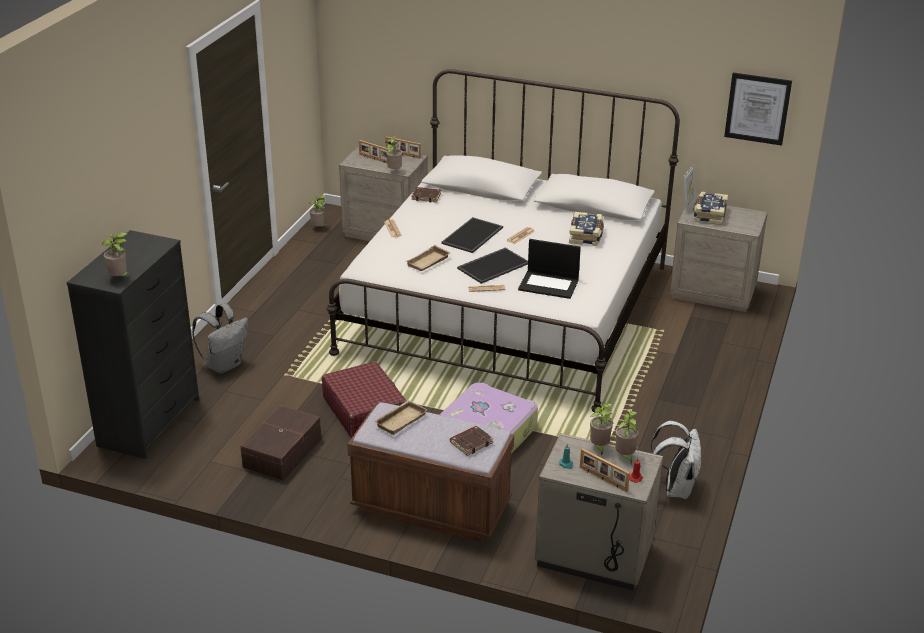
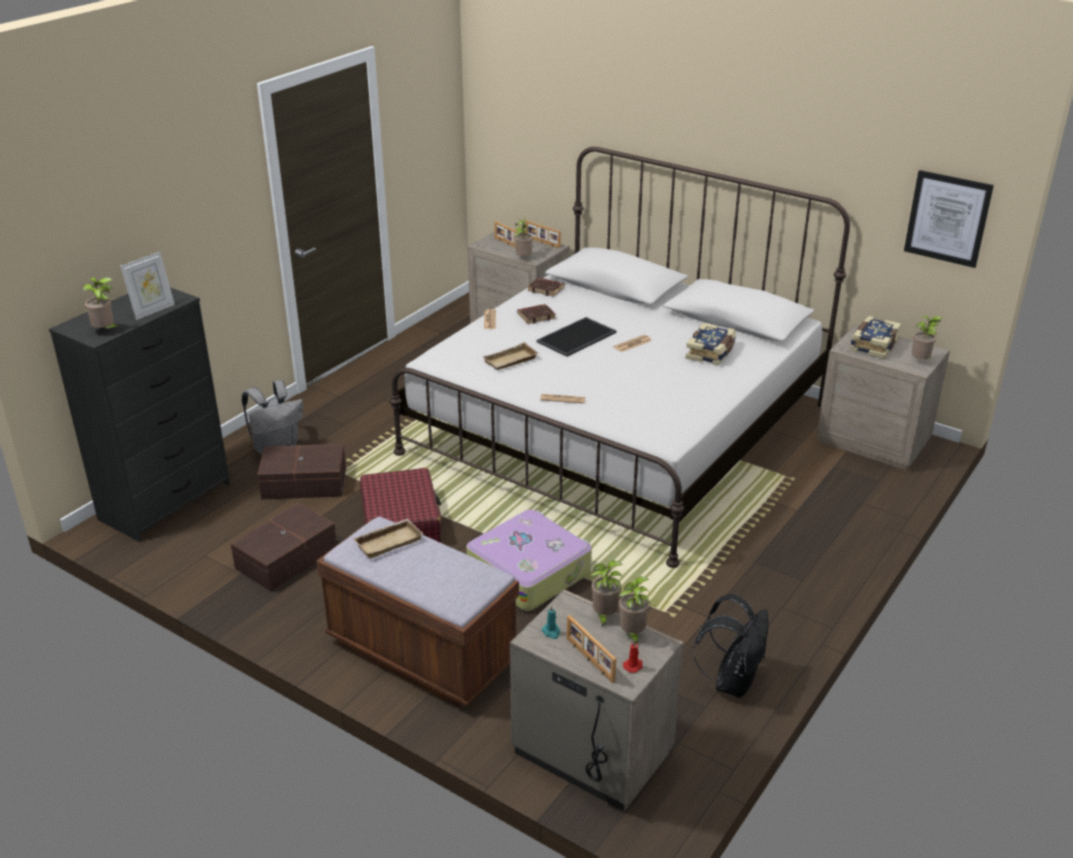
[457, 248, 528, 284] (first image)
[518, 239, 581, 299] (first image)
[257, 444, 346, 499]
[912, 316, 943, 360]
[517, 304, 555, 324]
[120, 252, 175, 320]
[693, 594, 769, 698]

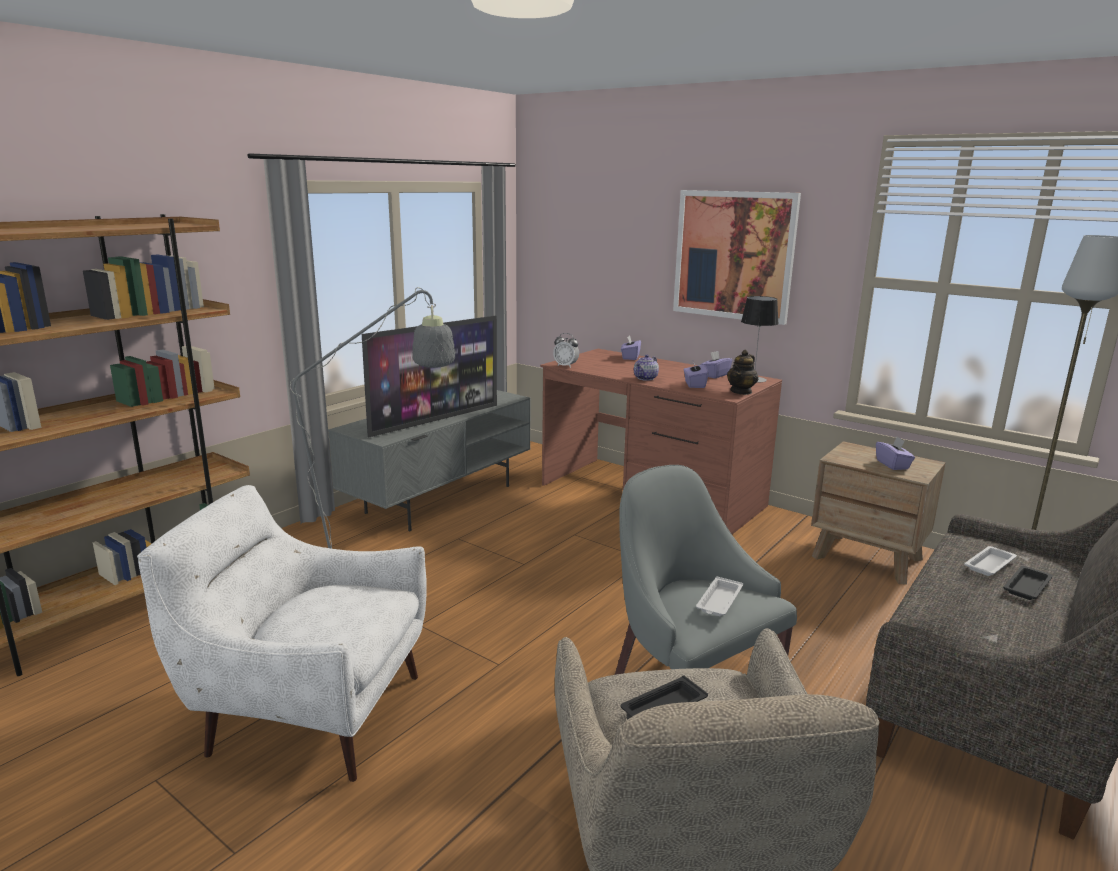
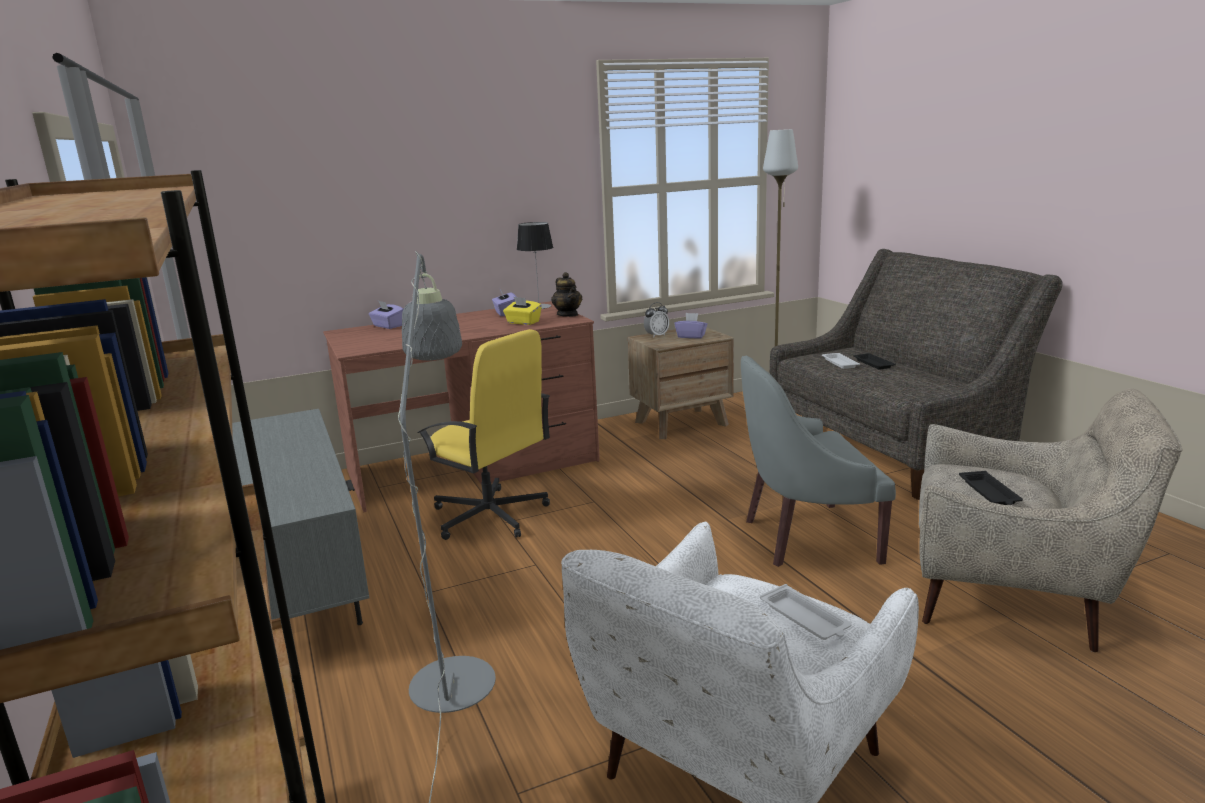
[362, 315, 497, 438] (first image)
[634, 355, 659, 381] (first image)
[673, 190, 801, 325] (first image)
[417, 329, 550, 540]
[644, 302, 669, 338]
[760, 584, 851, 640]
[503, 297, 542, 325]

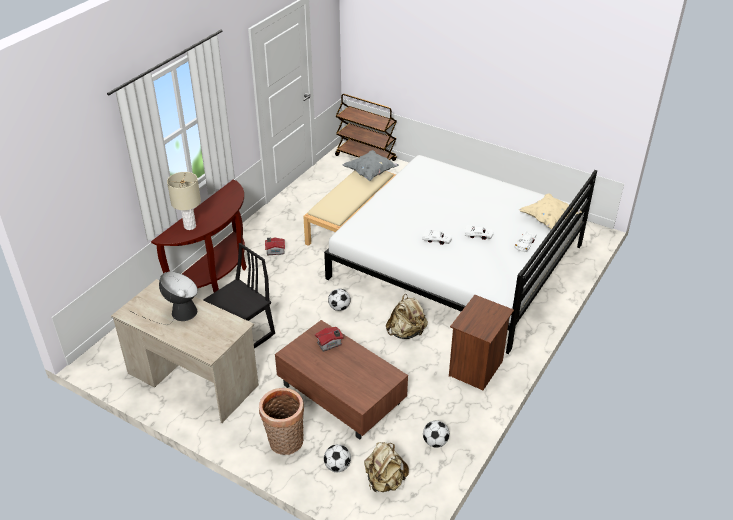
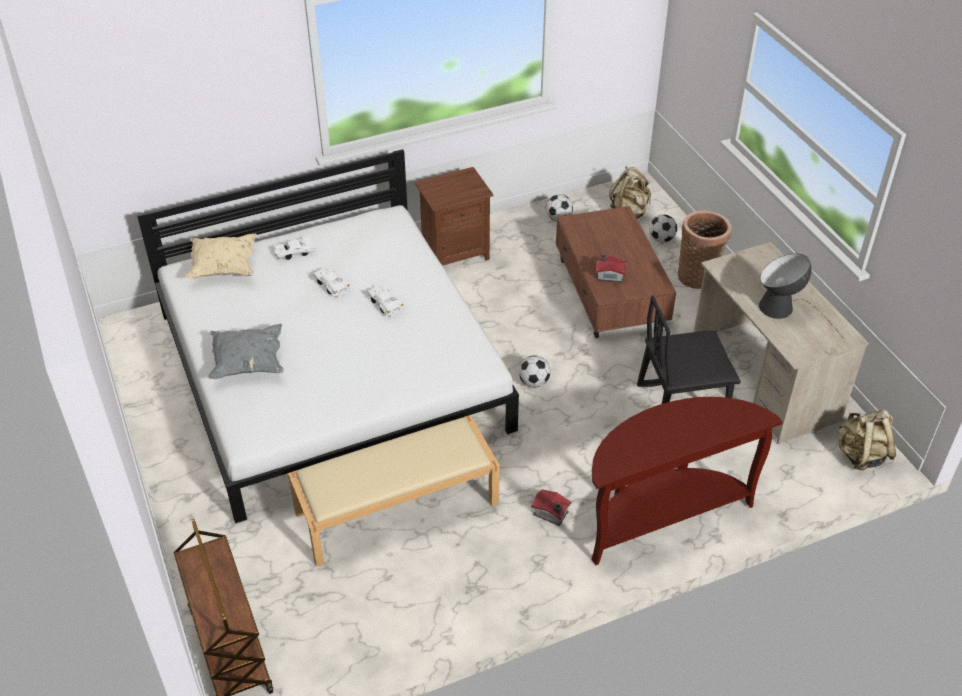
[167, 172, 201, 230] (first image)
[208, 324, 284, 379]
[838, 409, 896, 470]

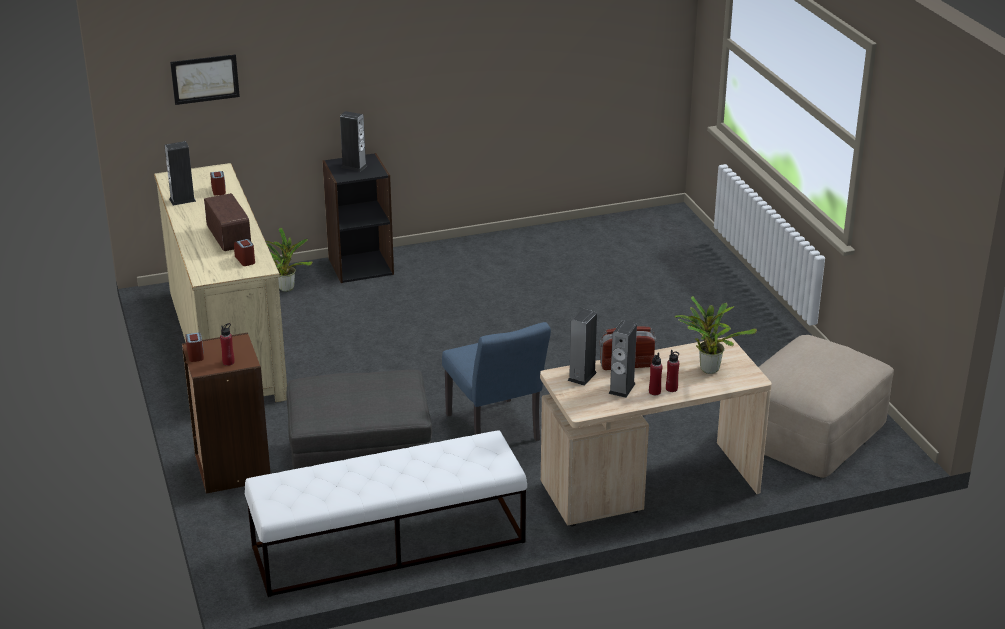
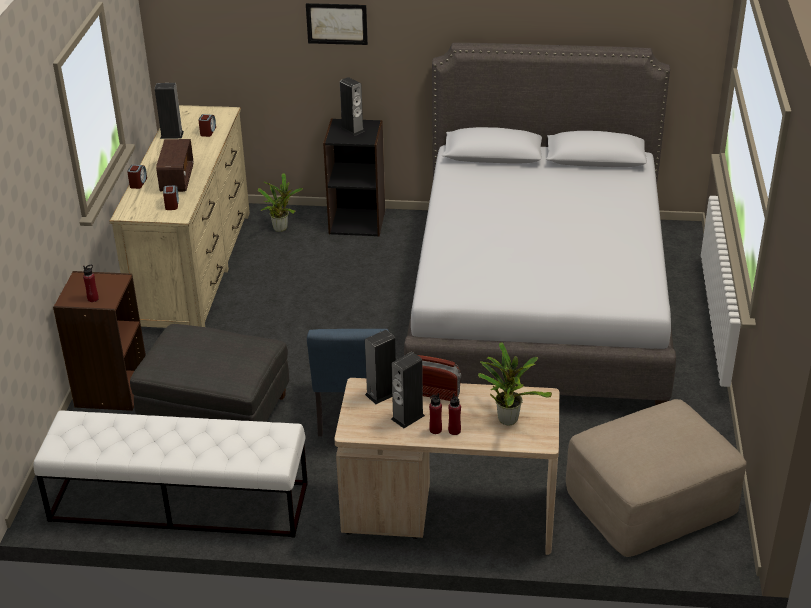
[404, 43, 676, 405]
[306, 3, 368, 45]
[127, 165, 147, 189]

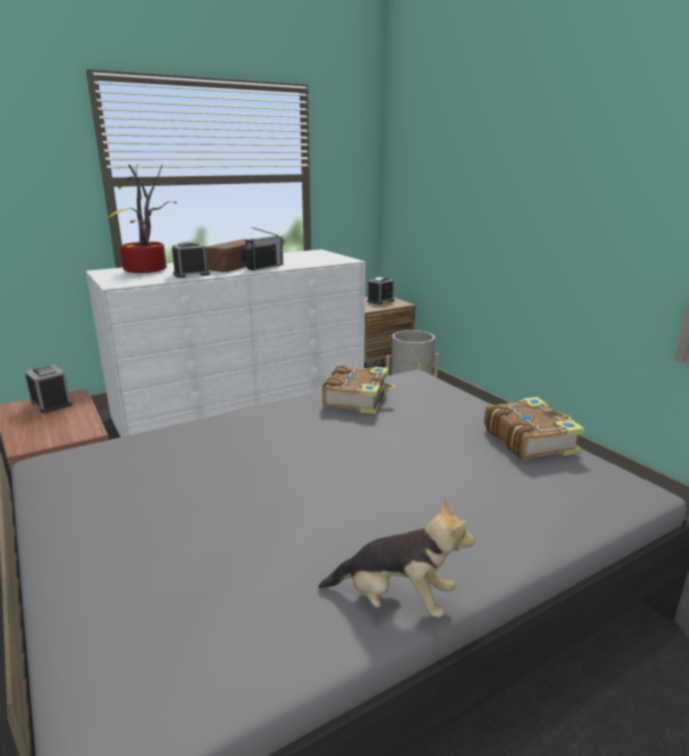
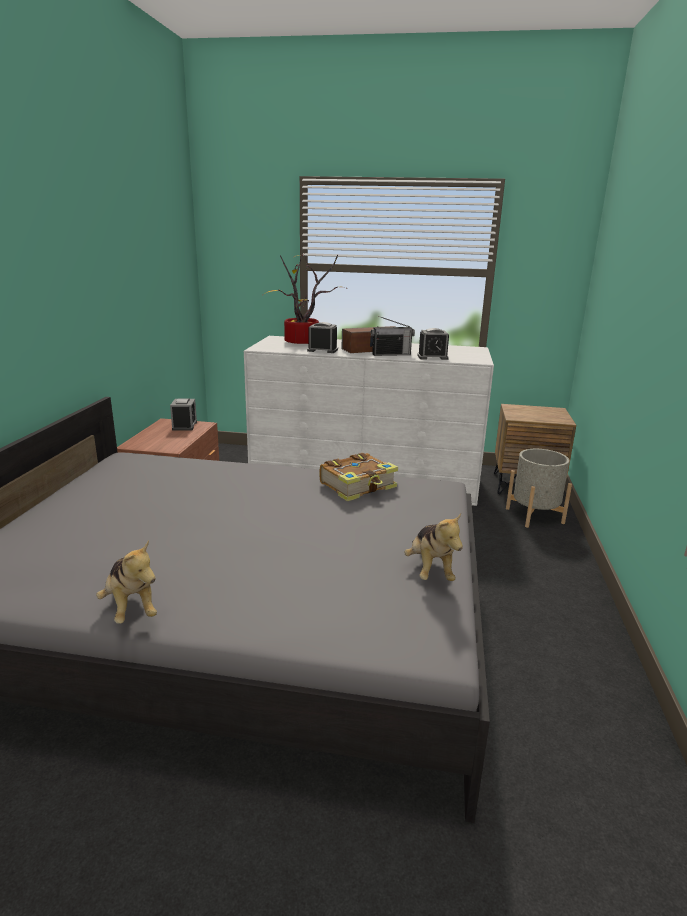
[417, 328, 449, 360]
[404, 513, 463, 581]

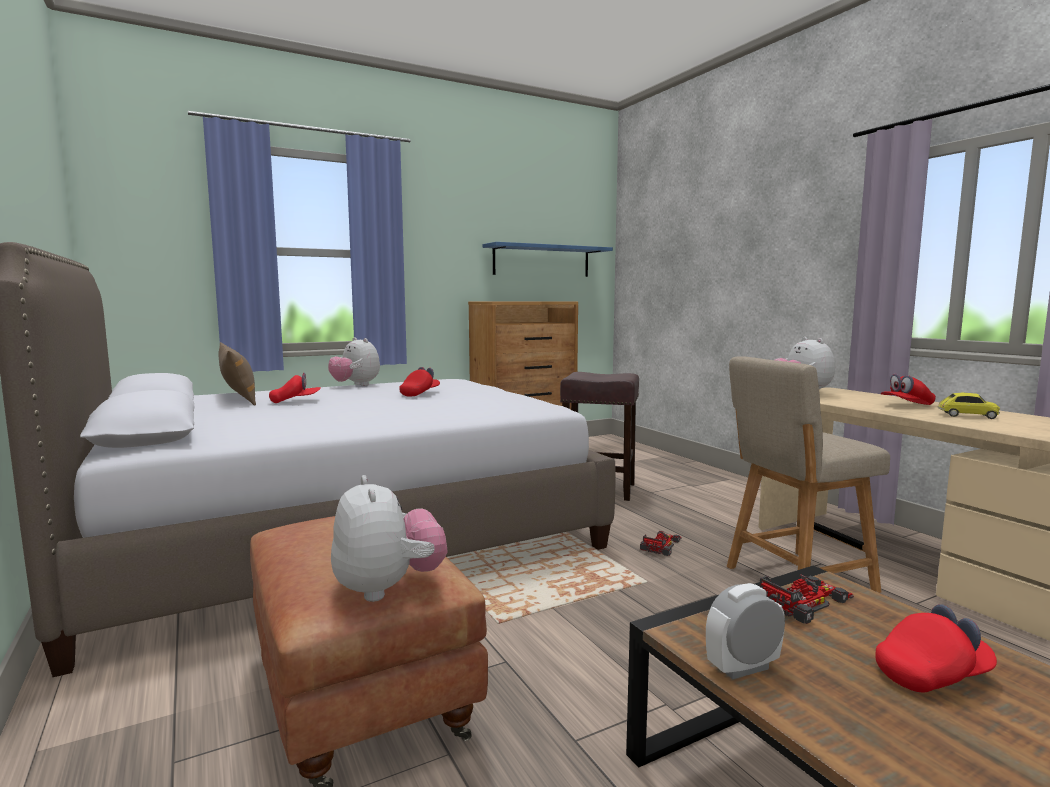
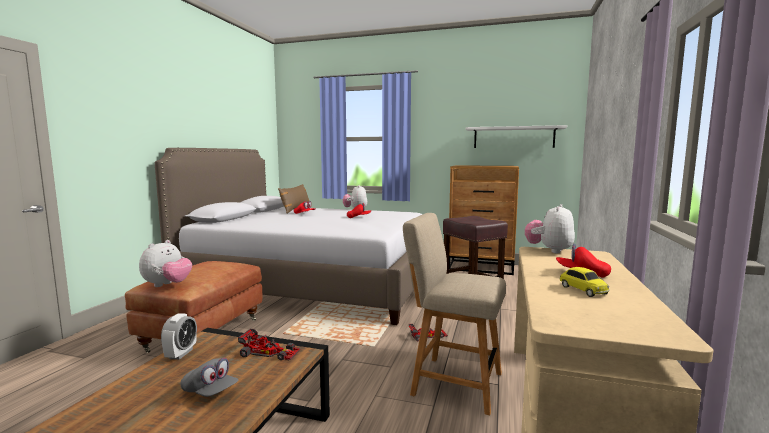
[466, 125, 567, 148]
[181, 358, 238, 397]
[161, 313, 197, 360]

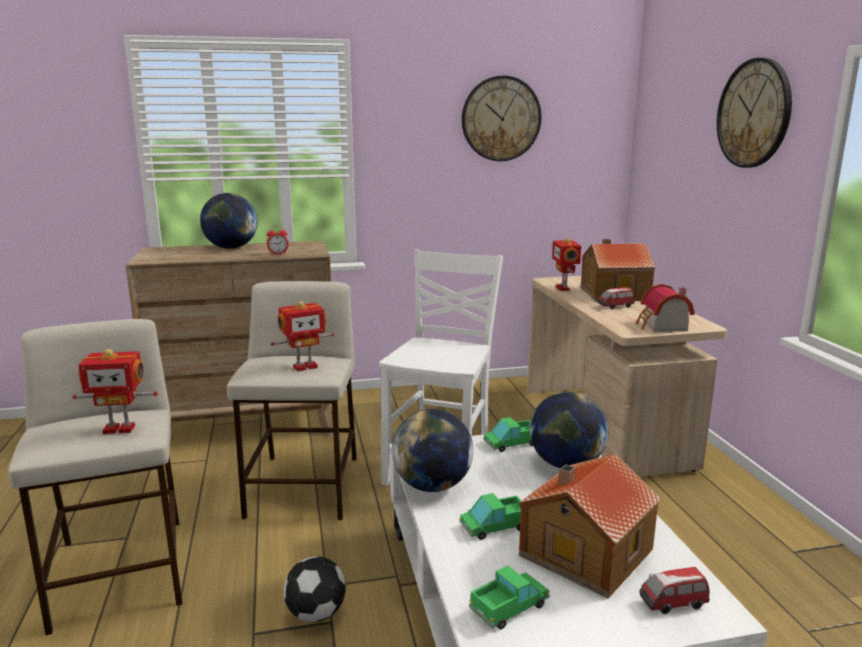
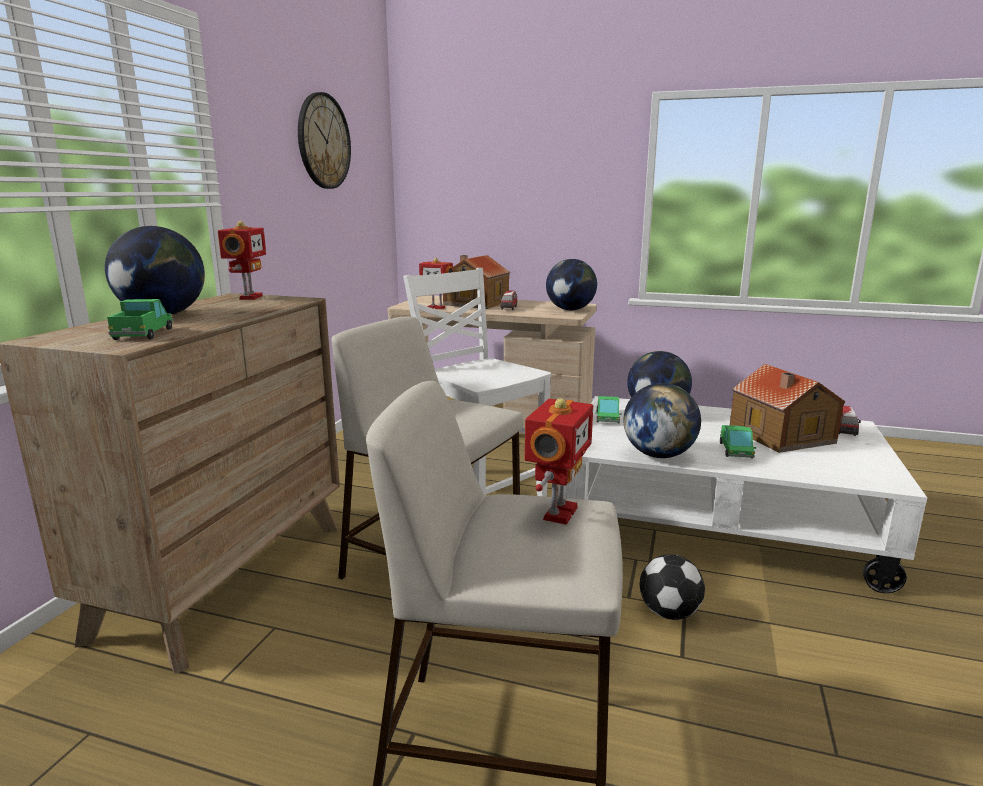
[267, 226, 289, 255] (first image)
[717, 58, 792, 168] (first image)
[218, 221, 266, 300]
[107, 299, 174, 340]
[546, 259, 597, 310]

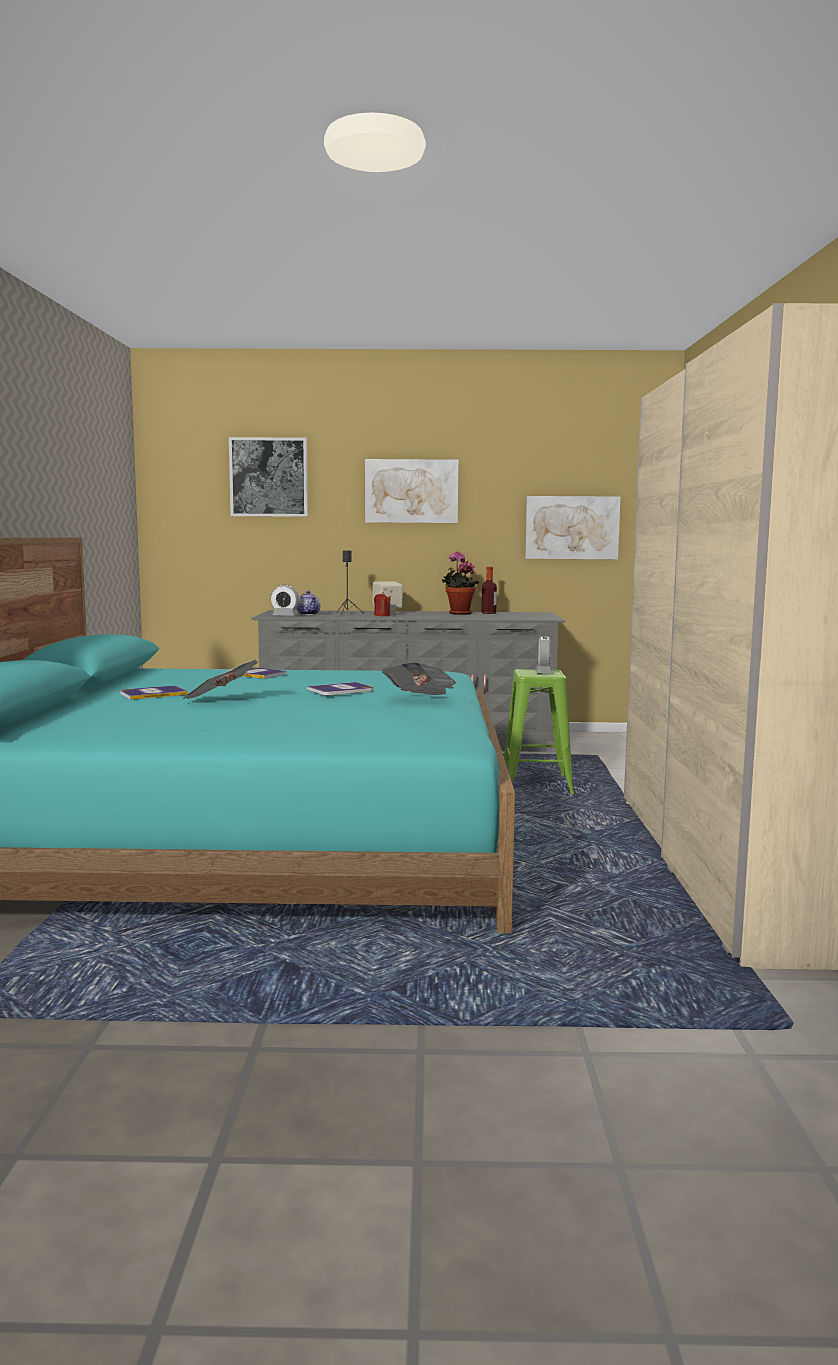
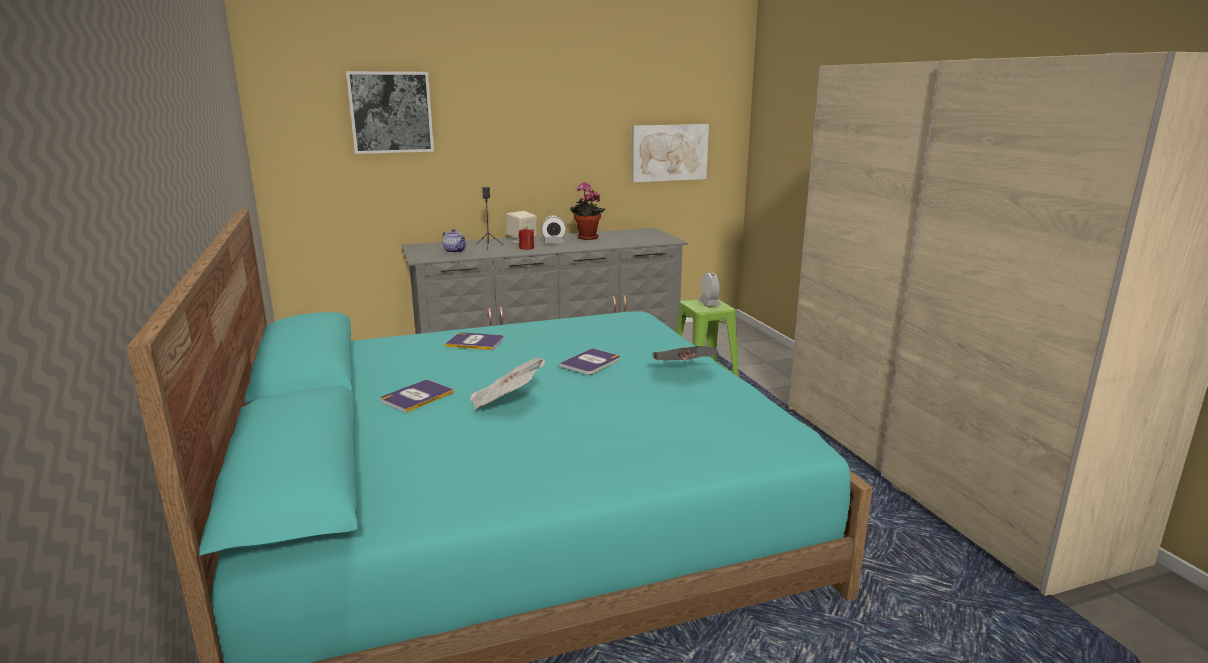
[365, 459, 458, 523] (first image)
[482, 567, 497, 614] (first image)
[541, 216, 566, 244]

